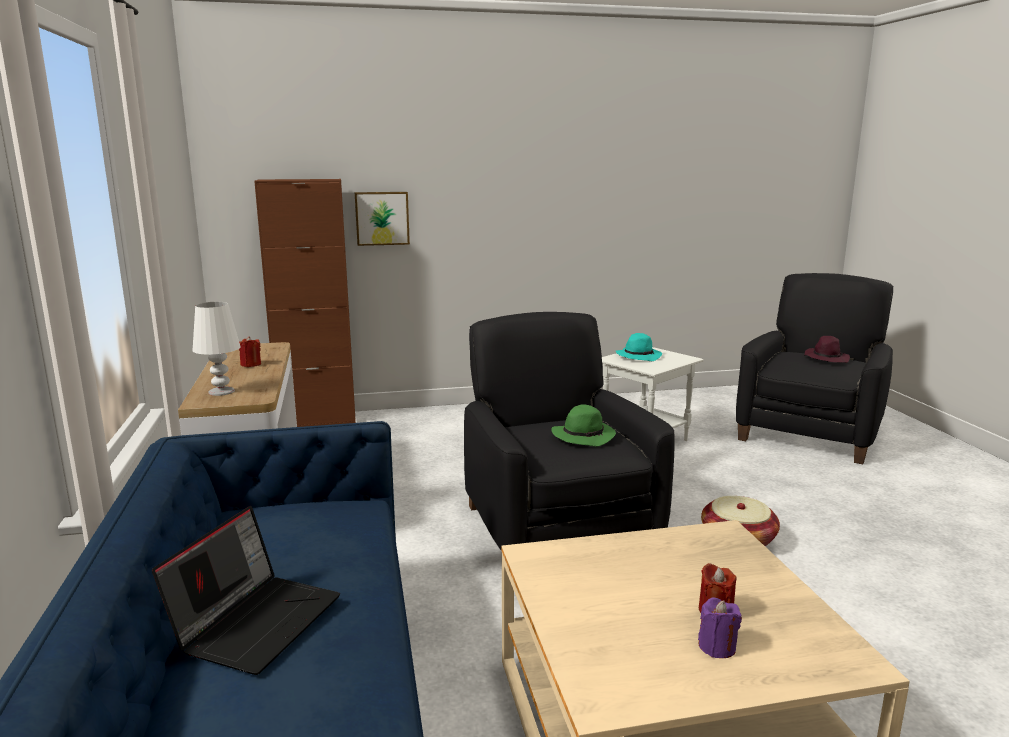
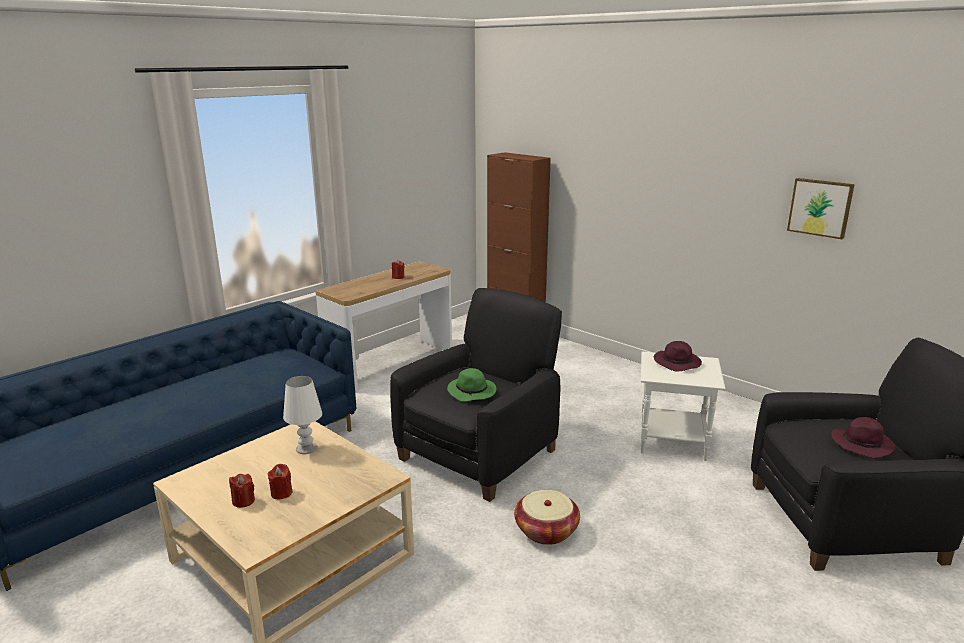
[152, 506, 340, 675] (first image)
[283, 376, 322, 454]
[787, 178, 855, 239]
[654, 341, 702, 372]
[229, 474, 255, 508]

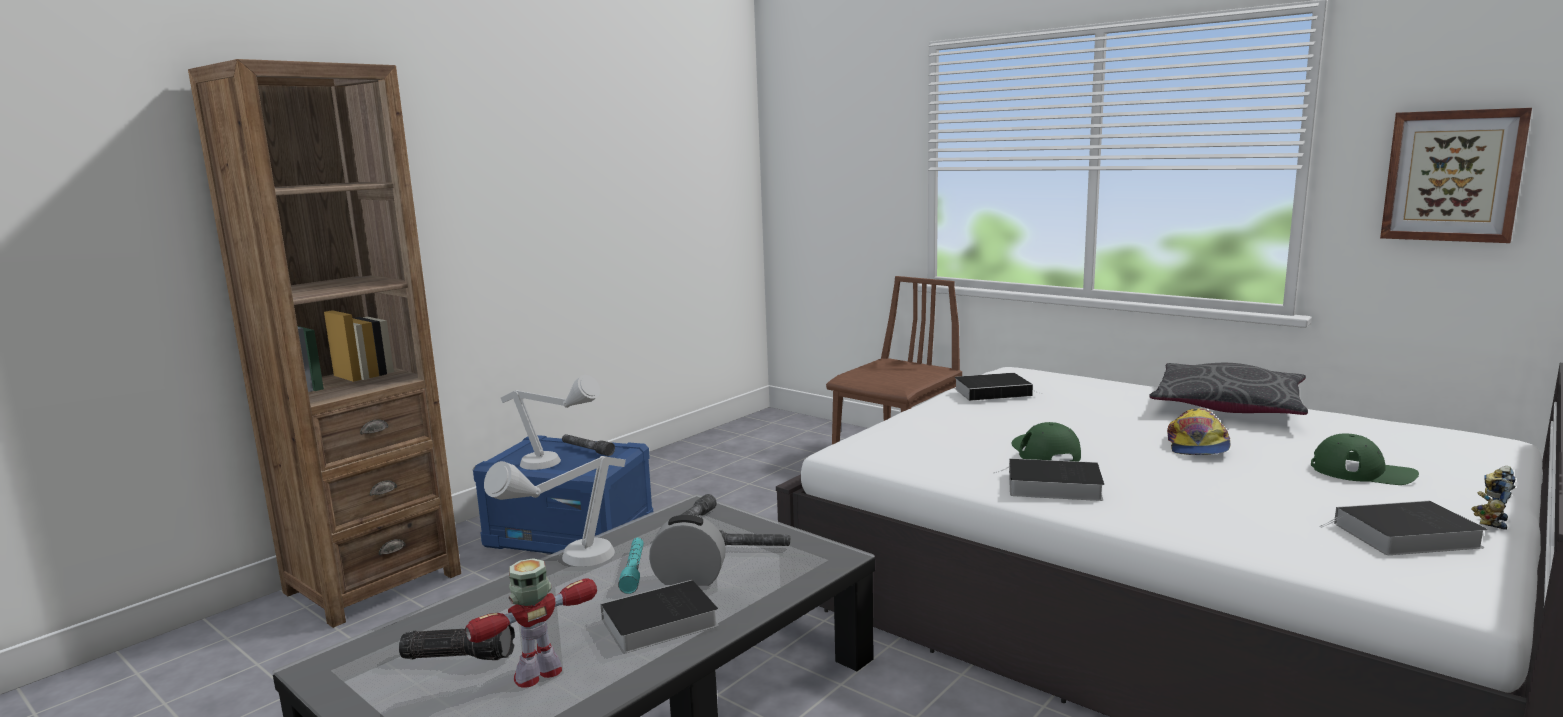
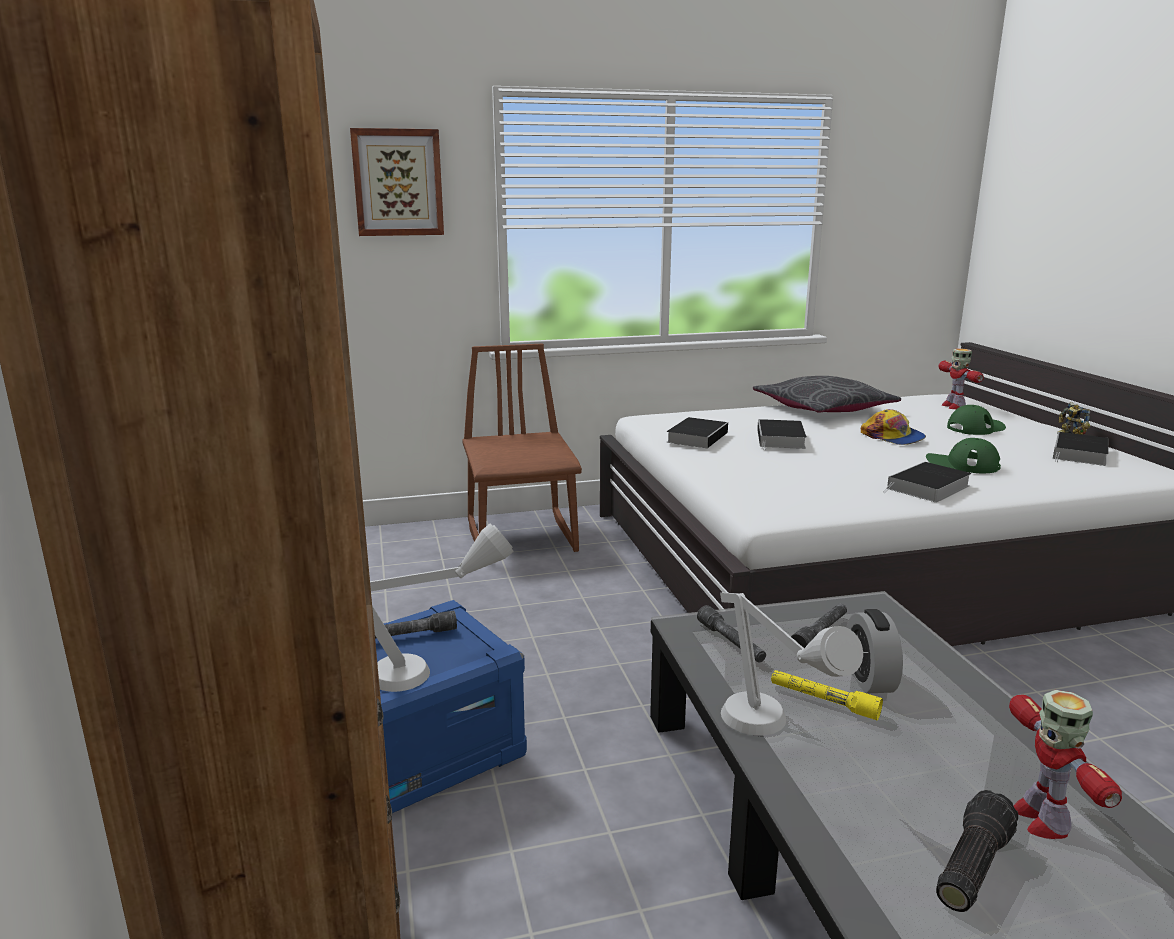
[939, 349, 984, 409]
[757, 419, 807, 450]
[926, 438, 1001, 473]
[350, 128, 444, 236]
[771, 670, 883, 720]
[846, 609, 903, 693]

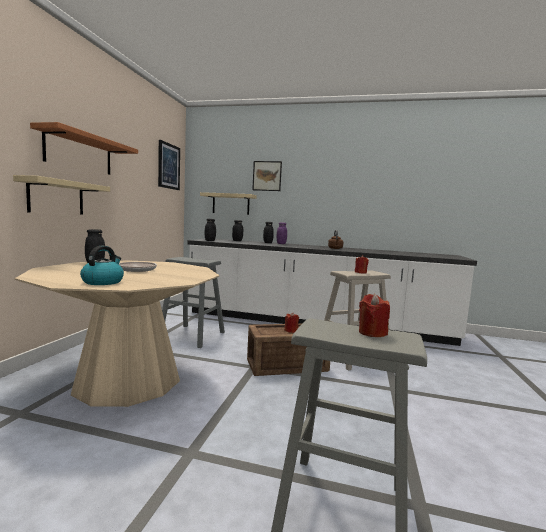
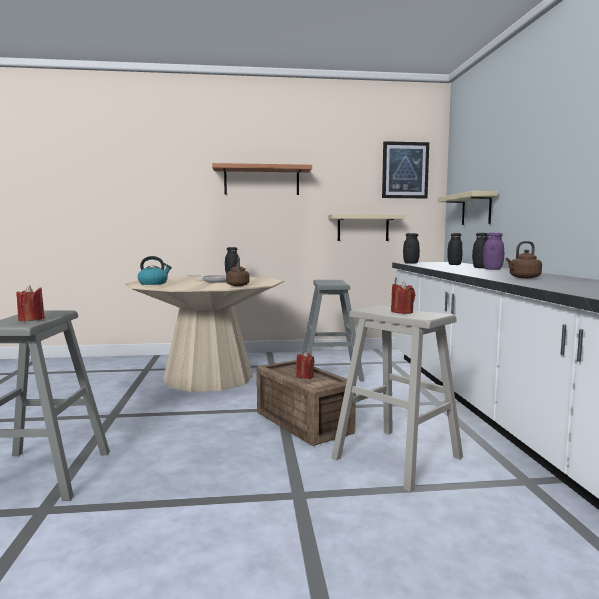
[252, 161, 282, 191] (first image)
[226, 257, 250, 286]
[328, 214, 405, 241]

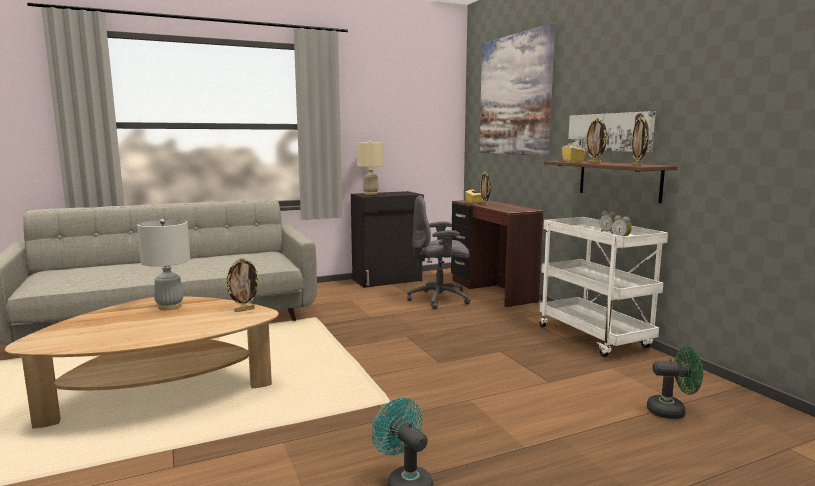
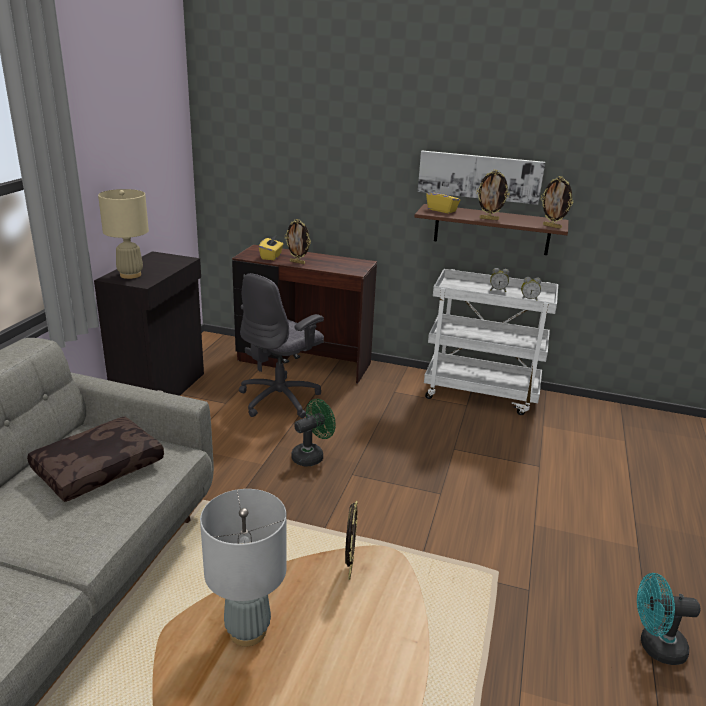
[479, 23, 555, 156] (first image)
[27, 416, 164, 502]
[291, 399, 336, 466]

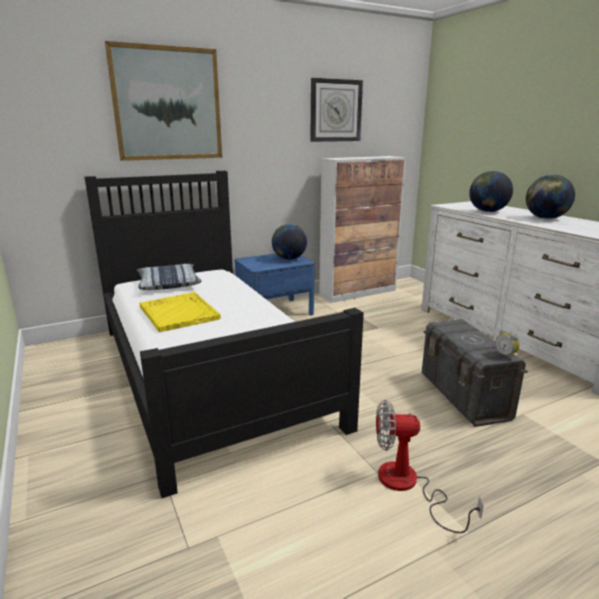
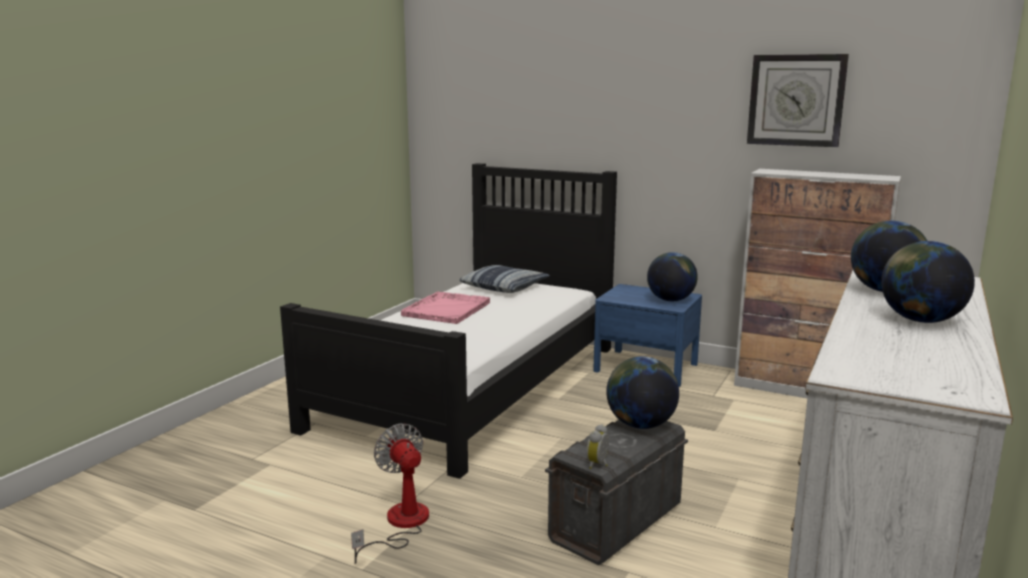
[105, 41, 222, 161] (first image)
[606, 356, 679, 429]
[401, 291, 490, 324]

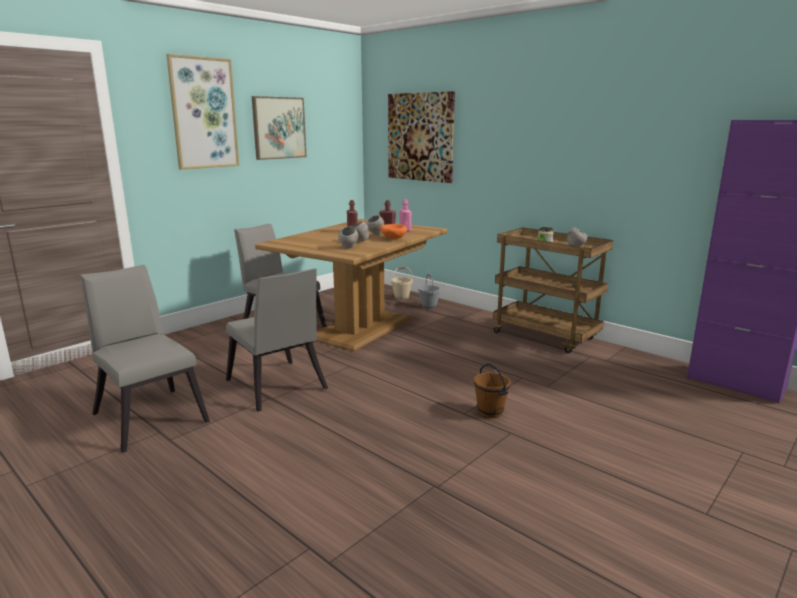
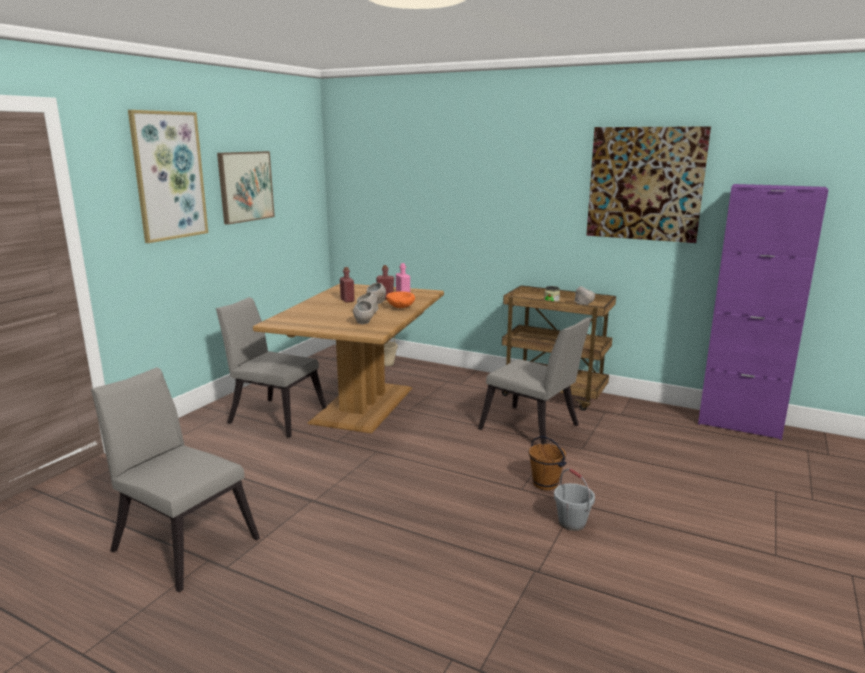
[478, 317, 591, 444]
[586, 126, 711, 243]
[554, 469, 595, 531]

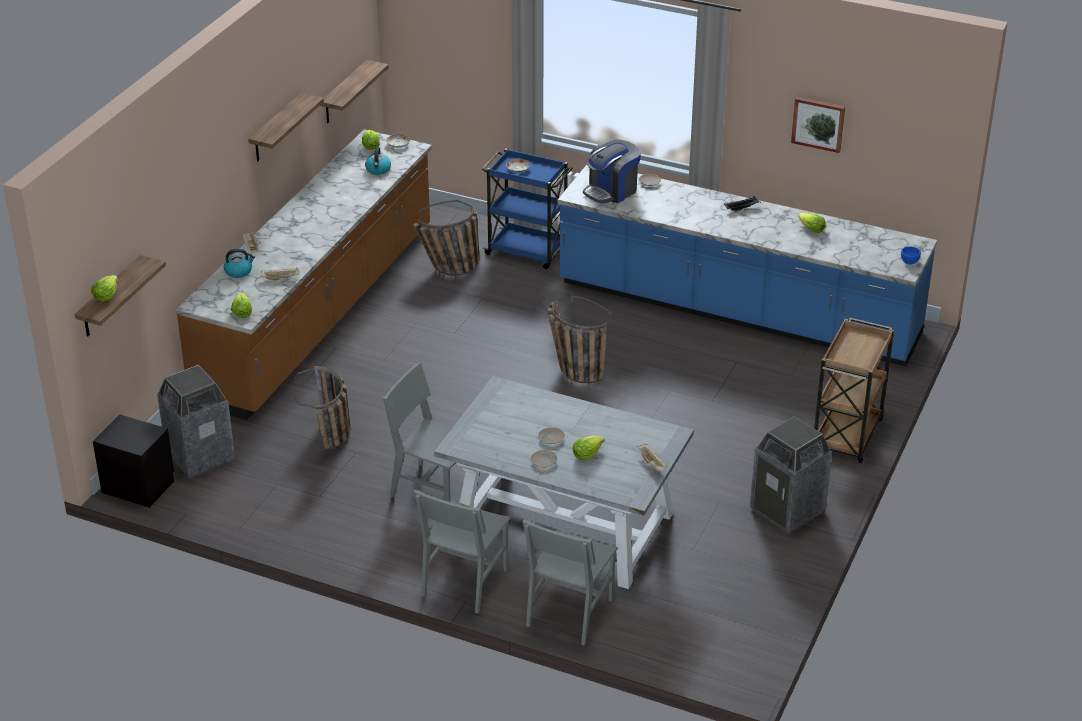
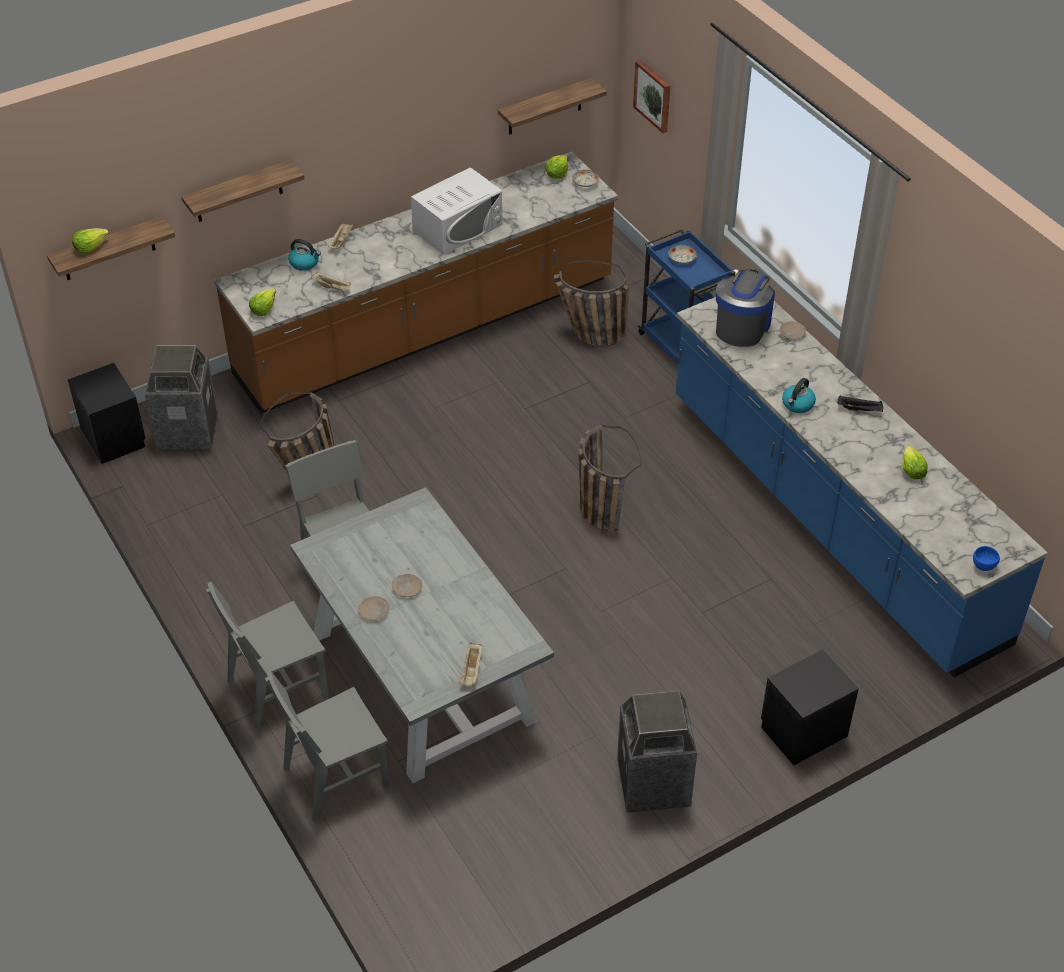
[573, 436, 604, 460] (first image)
[411, 167, 502, 255]
[181, 160, 304, 222]
[782, 378, 816, 413]
[633, 60, 670, 133]
[761, 649, 859, 765]
[716, 269, 775, 347]

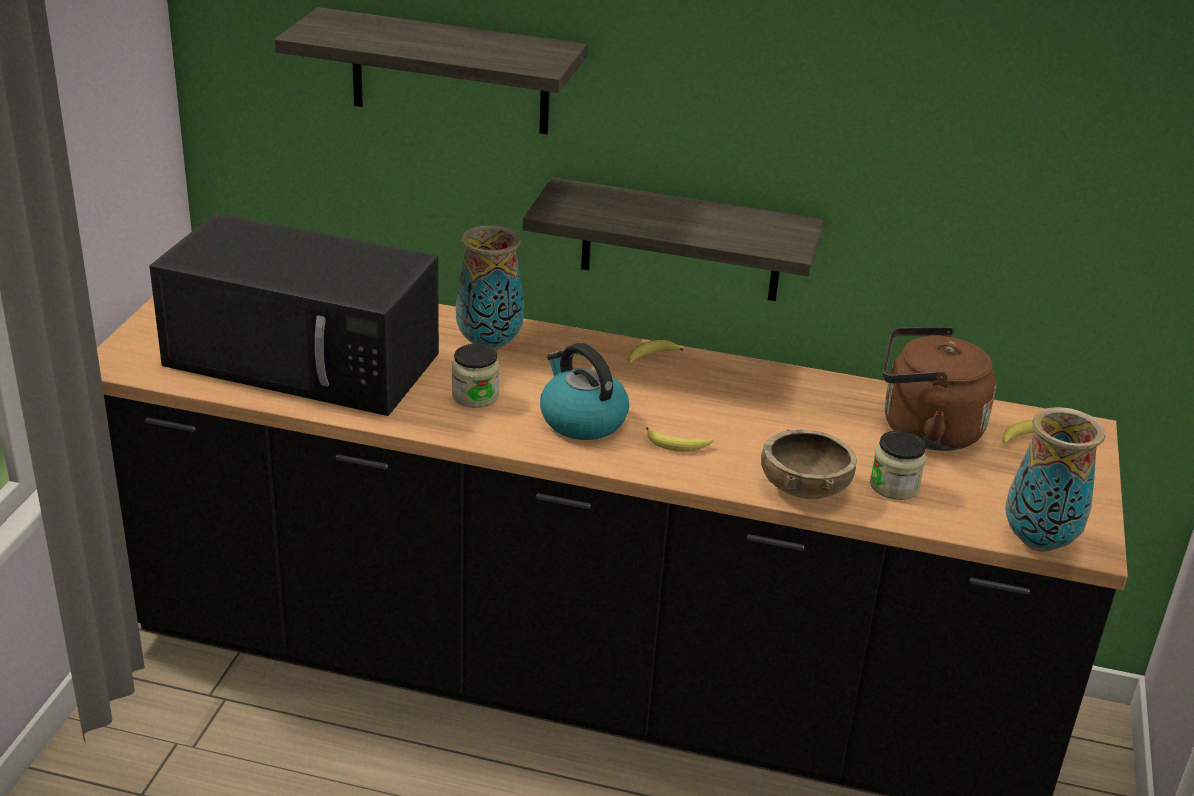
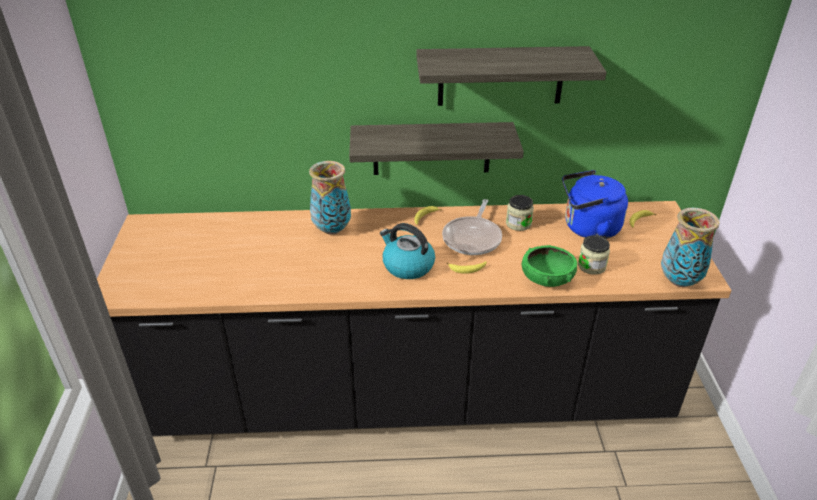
[149, 213, 439, 416] (first image)
[442, 199, 502, 255]
[416, 46, 607, 106]
[506, 195, 534, 231]
[522, 245, 577, 287]
[562, 170, 628, 239]

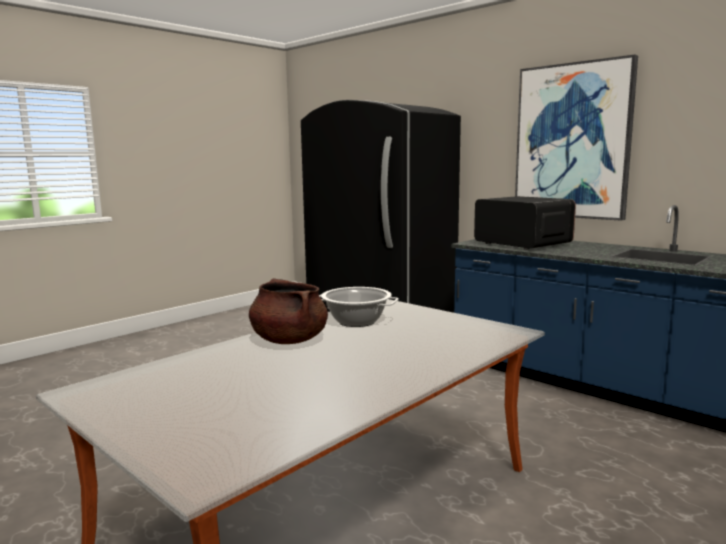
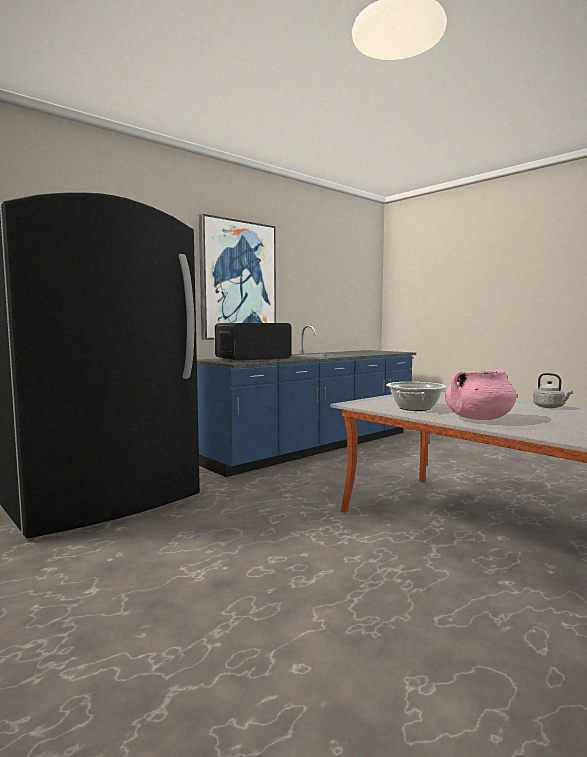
[533, 373, 573, 408]
[445, 369, 516, 420]

